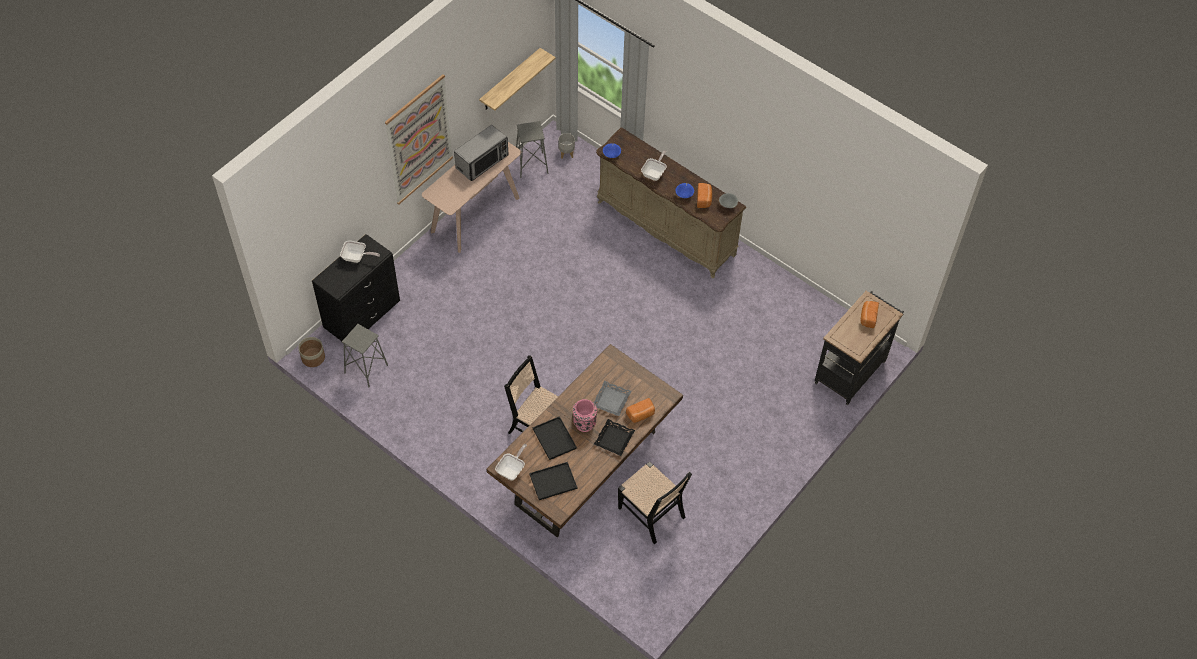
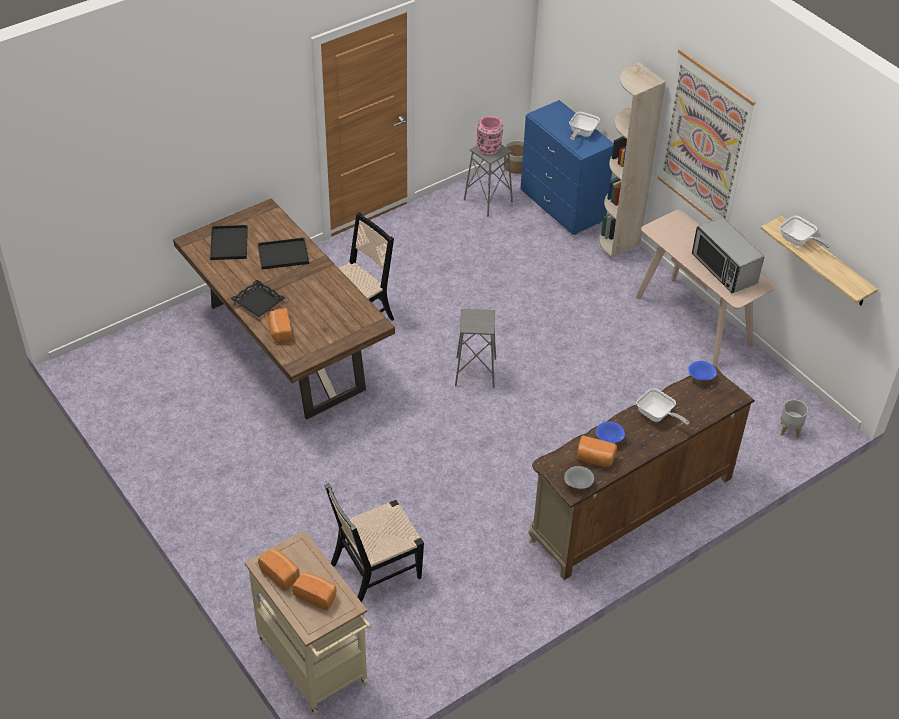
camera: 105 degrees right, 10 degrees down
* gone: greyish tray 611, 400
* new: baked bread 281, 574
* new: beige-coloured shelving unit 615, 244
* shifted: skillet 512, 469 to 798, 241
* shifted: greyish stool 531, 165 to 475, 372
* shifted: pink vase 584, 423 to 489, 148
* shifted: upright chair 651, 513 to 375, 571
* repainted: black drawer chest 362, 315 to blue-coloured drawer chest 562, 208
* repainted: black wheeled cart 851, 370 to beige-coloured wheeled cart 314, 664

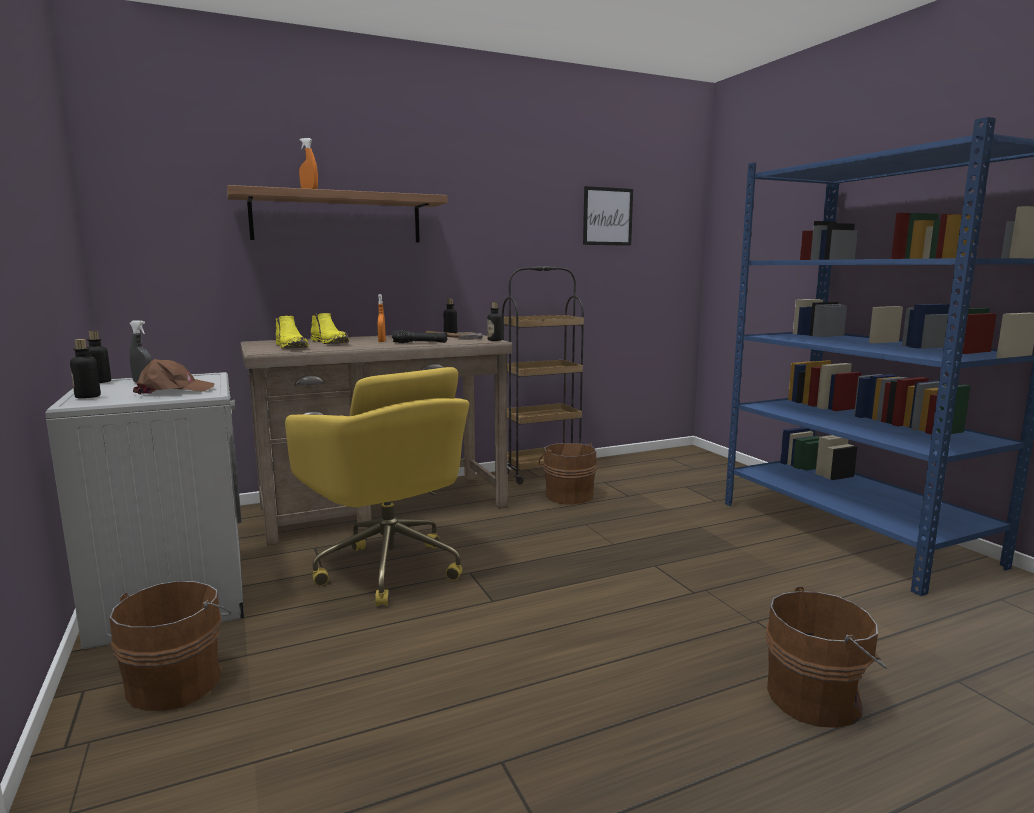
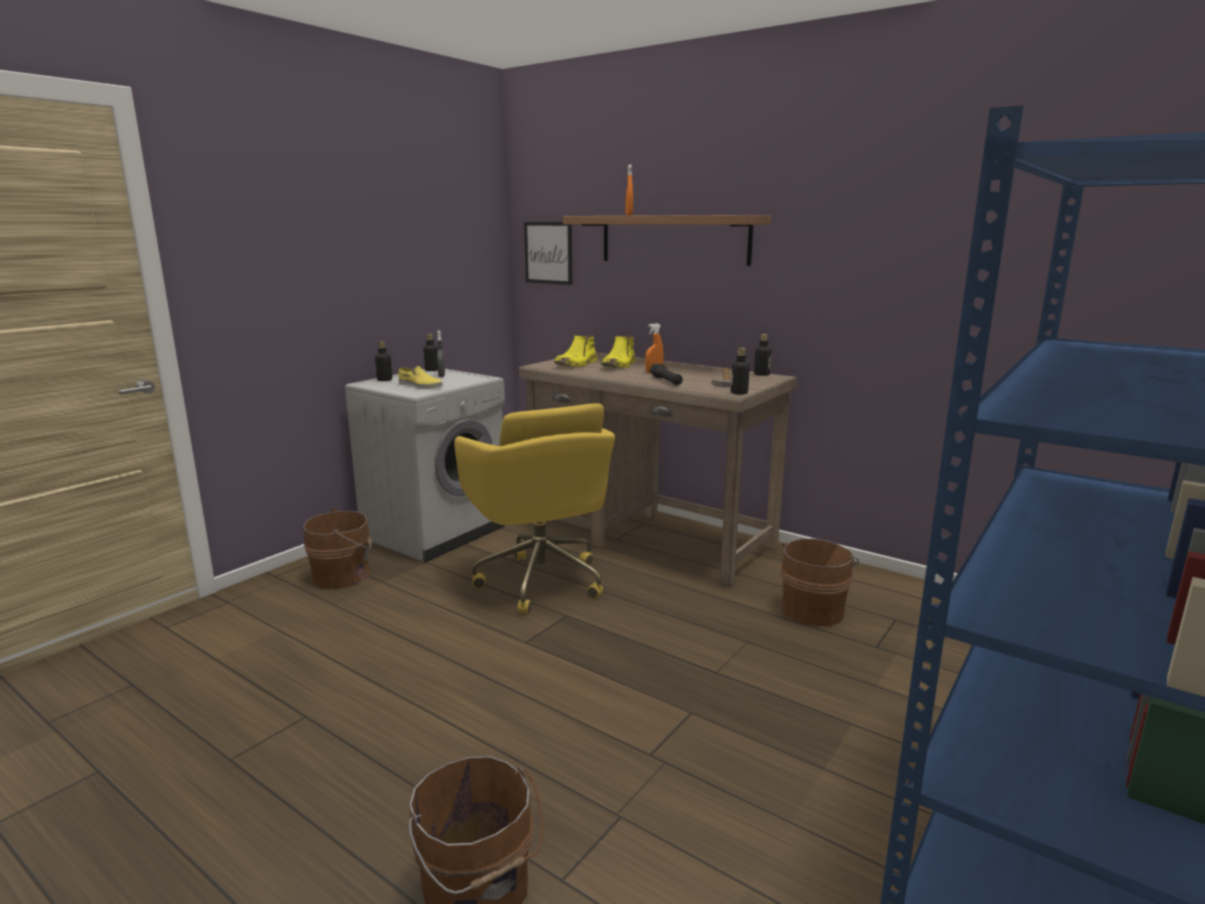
camera: 60 degrees right, 5 degrees up
* gone: brownish wheeled cart 542, 474
* shifted: wall picture 607, 216 to 548, 253
* swapped: brownish baseball cap 173, 390 to yellow item of footwear 420, 386
* rotated: yellow desk chair 386, 568 = 538, 579 45 degrees counterclockwise

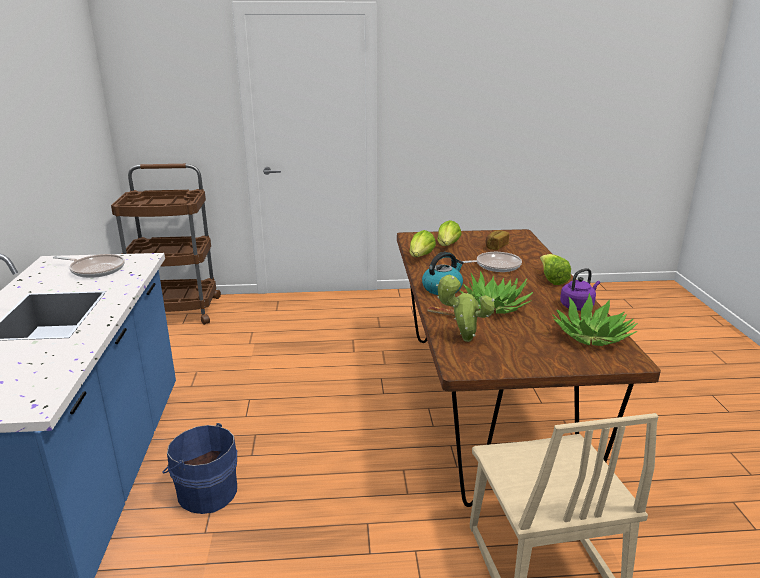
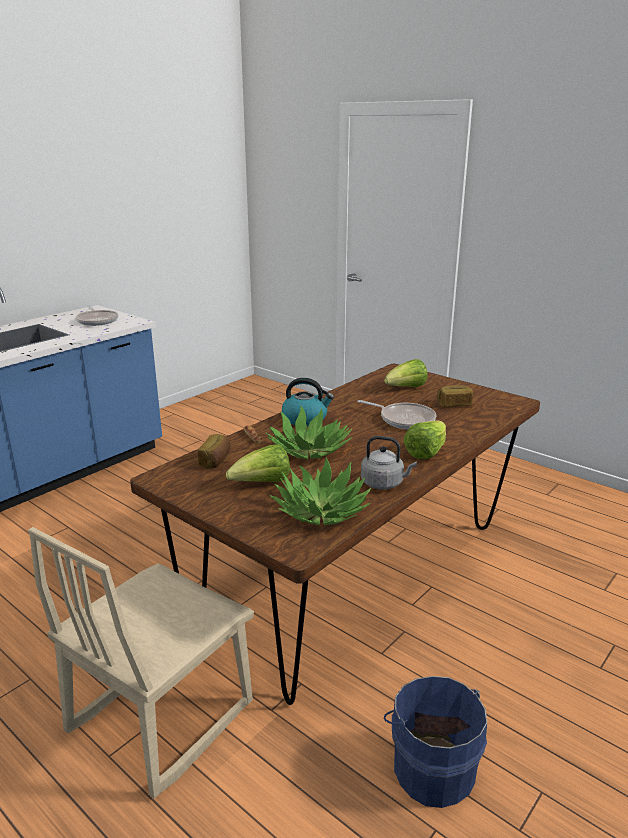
camera: 45 degrees right, 0 degrees up
* gone: brownish wheeled cart 176, 311
* shifted: blue-coloured water bucket 205, 492 to 431, 767
* shifted: lettuce 420, 257 to 262, 483
* swapped: potted plant 463, 339 to baked bread 216, 460
* repainted: purple-coloured tea kettle 578, 306 to greyish tea kettle 384, 483

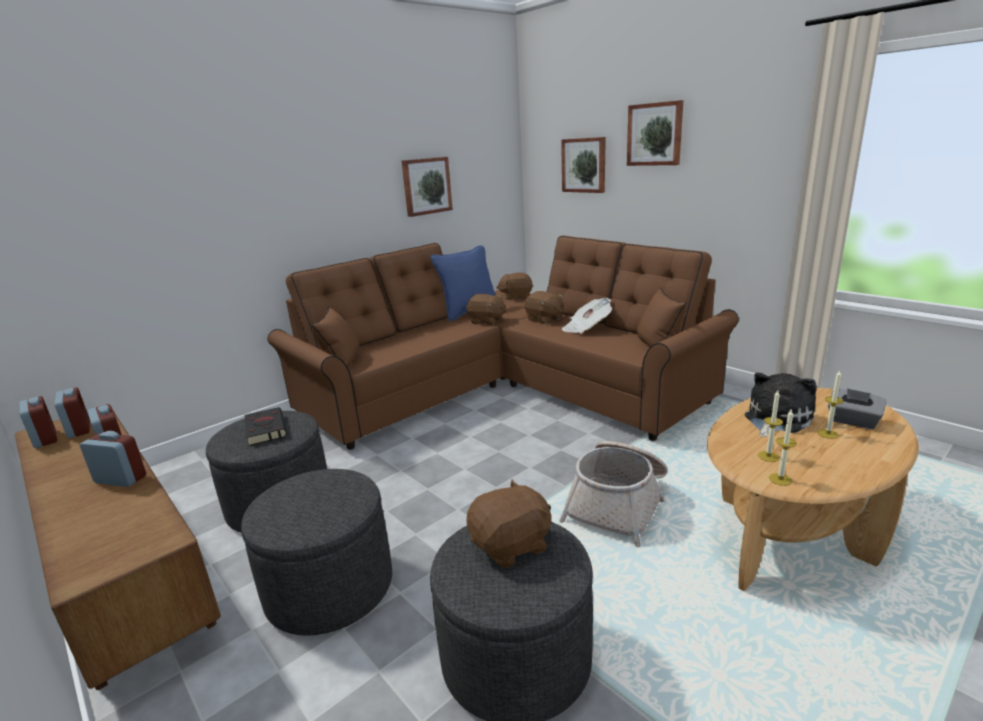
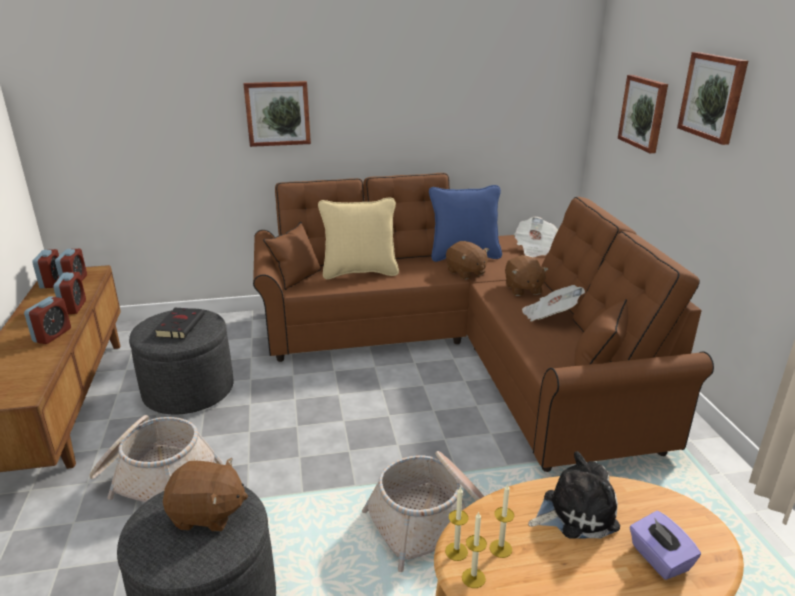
camera: 30 degrees right, 5 degrees up
* new: beige-coloured throw pillow 360, 272
* shifted: wall picture 426, 186 to 277, 113
* shifted: wax light 827, 434 to 456, 551
* swapped: greyish pouffe 330, 587 to household basket 155, 477
* swapped: brownish soft toy 516, 297 to newspaper 534, 249
* repainted: greyish box of tissues 853, 421 to purple-coloured box of tissues 658, 558
* rotated: table clock 120, 479 = 52, 335 60 degrees clockwise

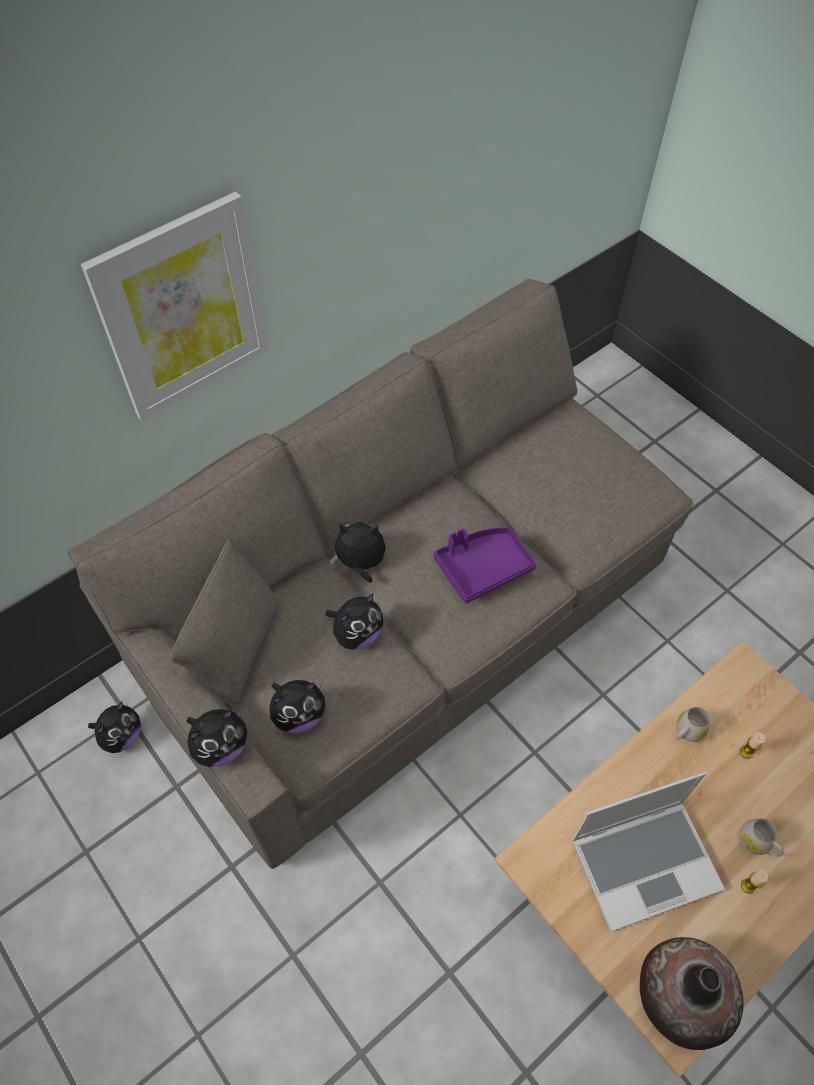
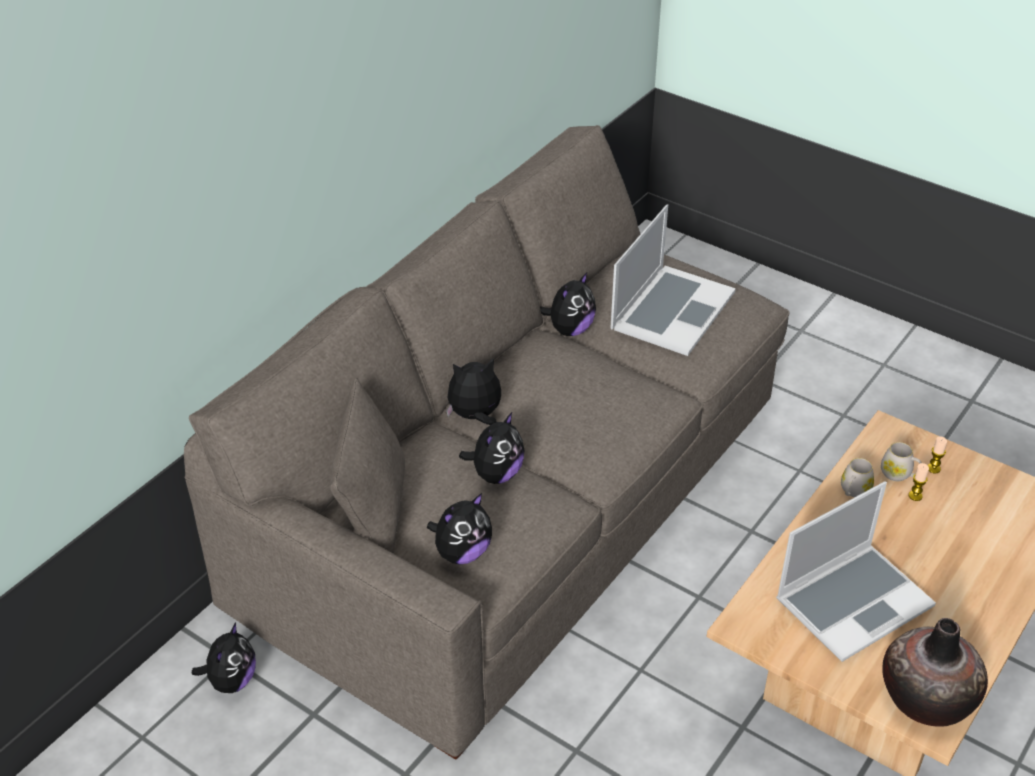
camera: 15 degrees left, 15 degrees down
* gone: wall picture 183, 309
* gone: purple-coloured tray 482, 567
* new: notebook computer 672, 309
* shifted: soft toy 221, 746 to 569, 329
* shifted: white mug 757, 843 to 899, 474
* shifted: wax light 748, 886 to 933, 468

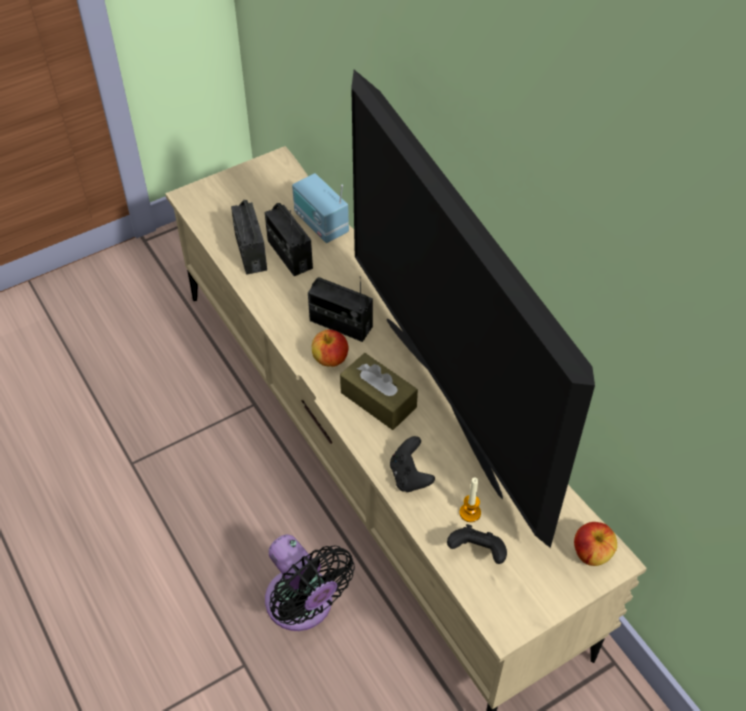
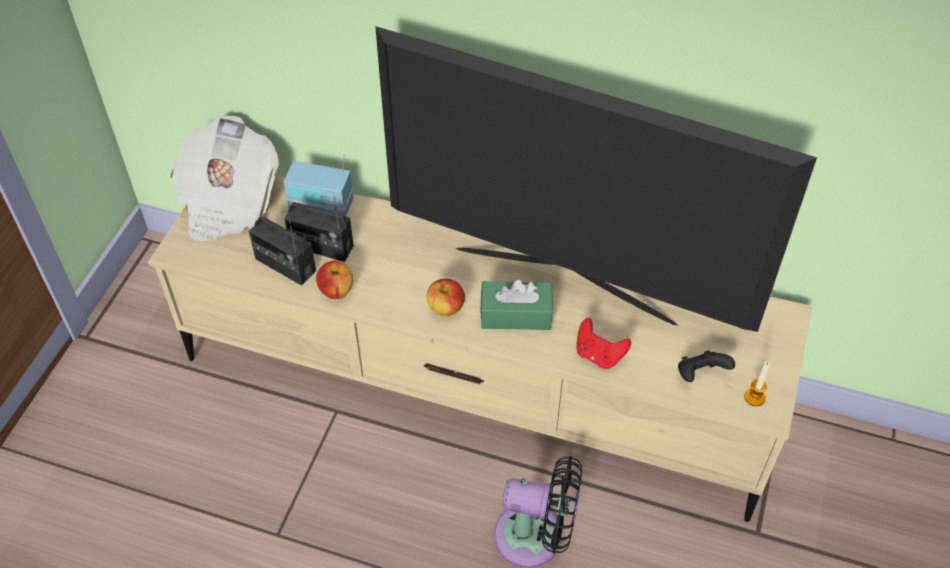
camera: 40 degrees left, 0 degrees up
* gone: radio set 341, 324
* new: newspaper 227, 201
* shifted: wax light 470, 513 to 754, 397
* shifted: apple fruit 591, 553 to 336, 291
* repainted: brownish box of tissues 378, 400 to green box of tissues 516, 314
* repainted: black game controller 410, 476 to reddish game controller 598, 355

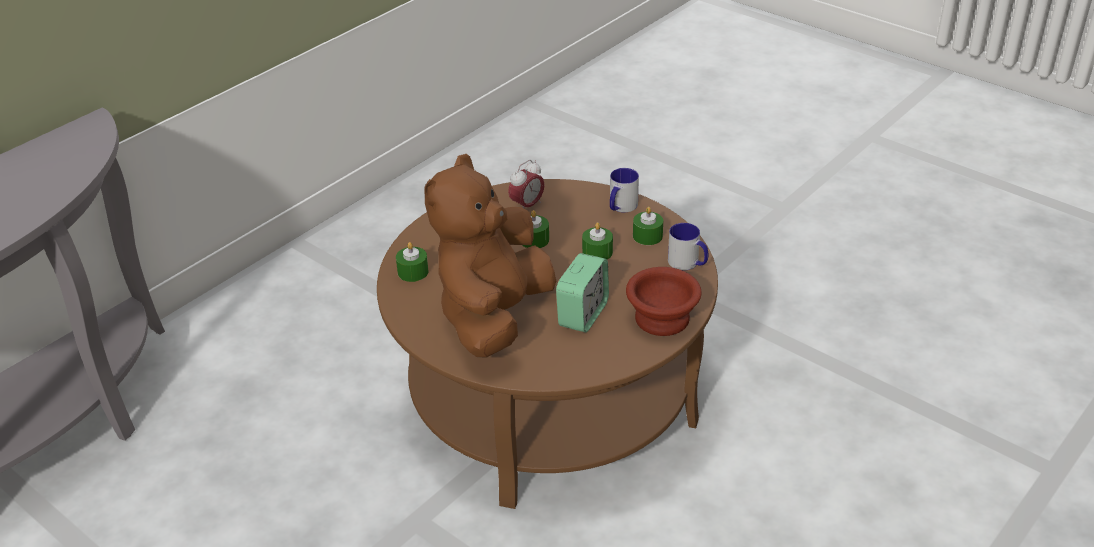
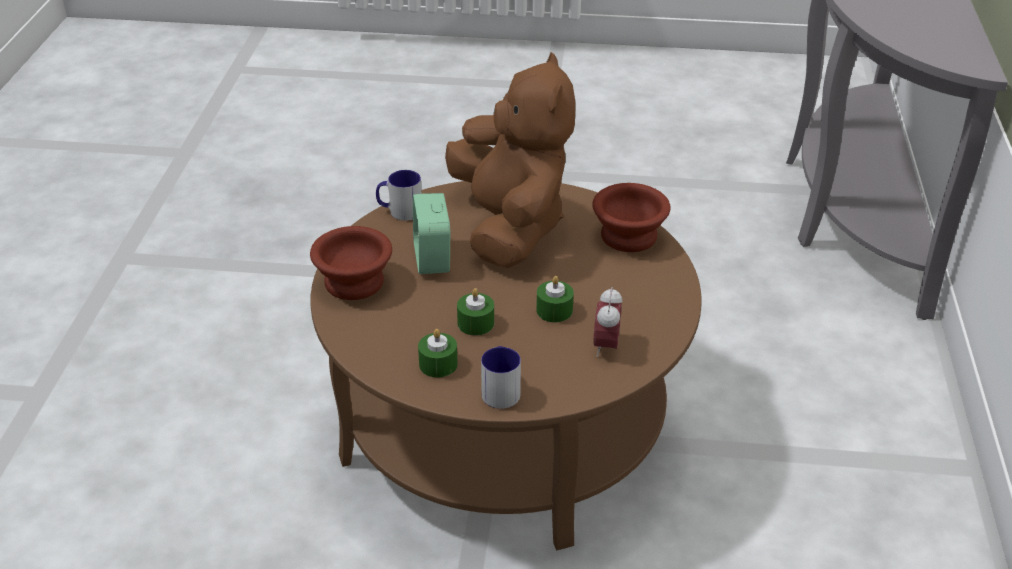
camera: 145 degrees right, 0 degrees up
* shifted: mug 688, 263 to 399, 211
* swapped: green wax light 413, 272 to brownish deep dish 629, 235

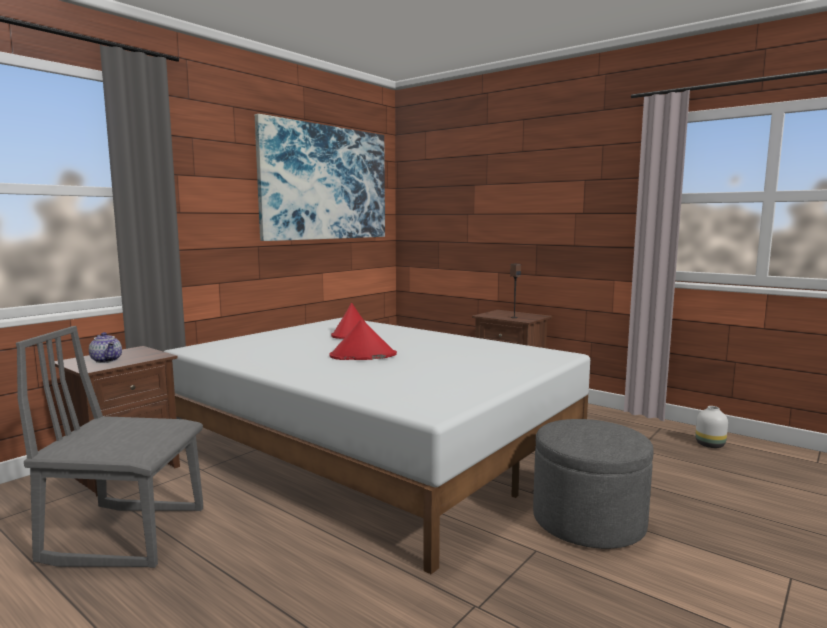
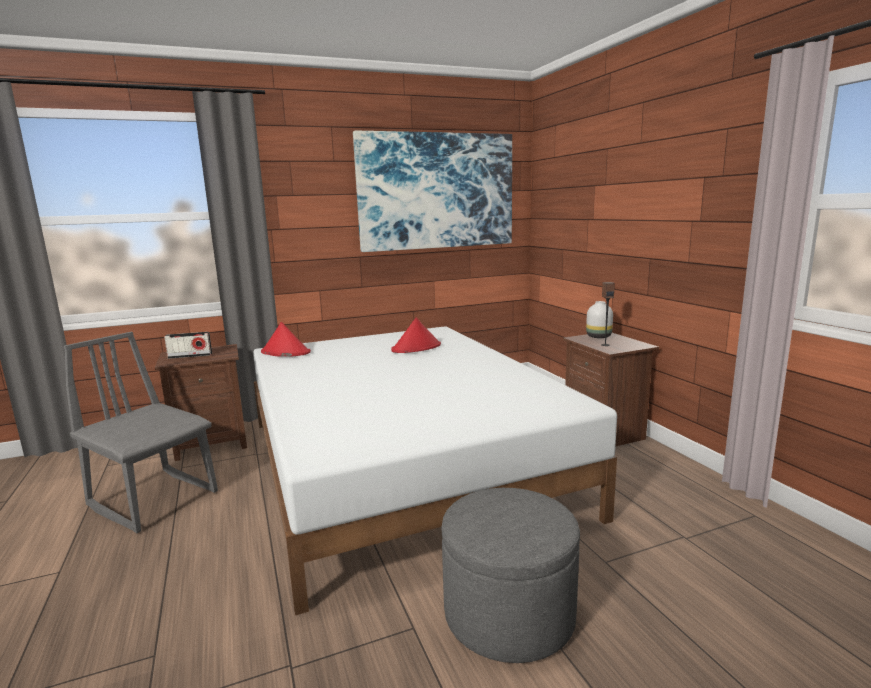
camera: 30 degrees right, 5 degrees up
* shifted: reddish hat 362, 356 to 285, 352
* shifted: white vase 710, 445 to 599, 337
* swapped: tea pot 107, 360 to radio set 190, 356

